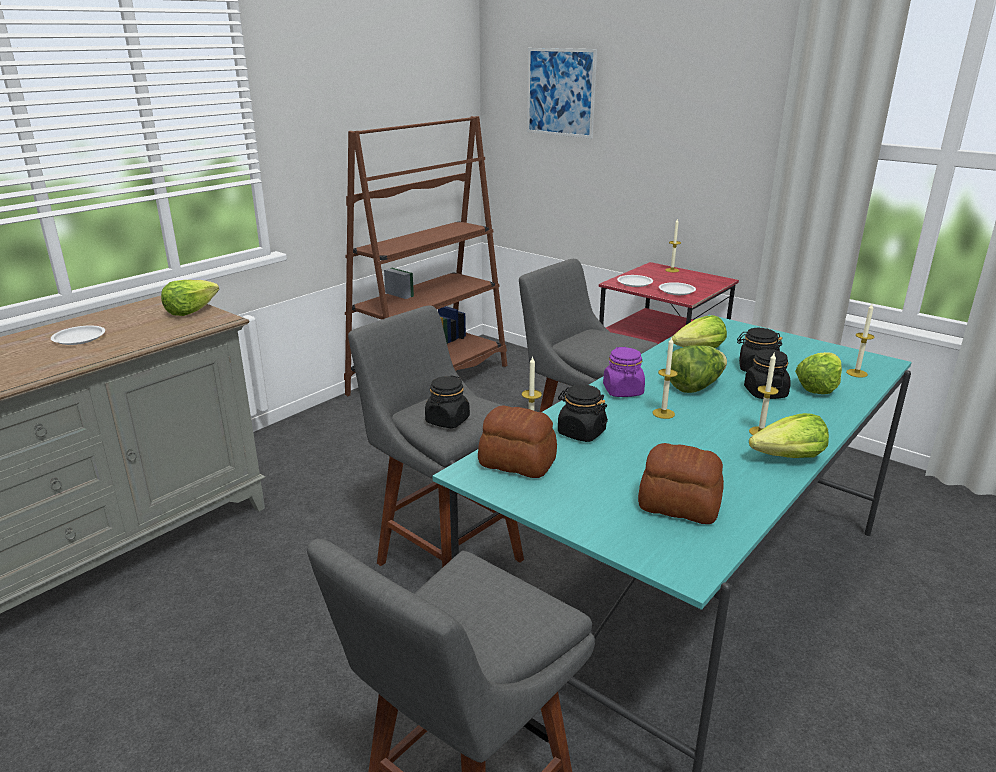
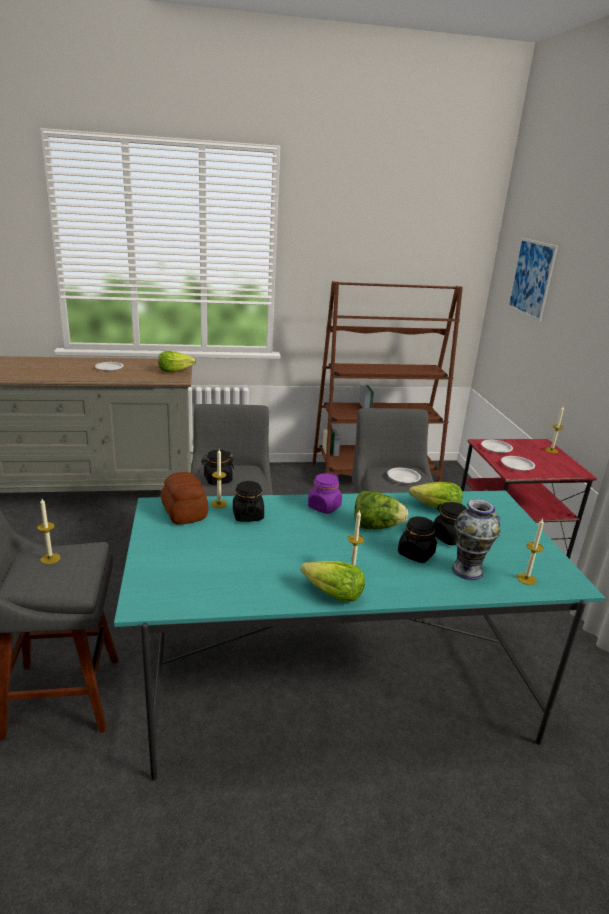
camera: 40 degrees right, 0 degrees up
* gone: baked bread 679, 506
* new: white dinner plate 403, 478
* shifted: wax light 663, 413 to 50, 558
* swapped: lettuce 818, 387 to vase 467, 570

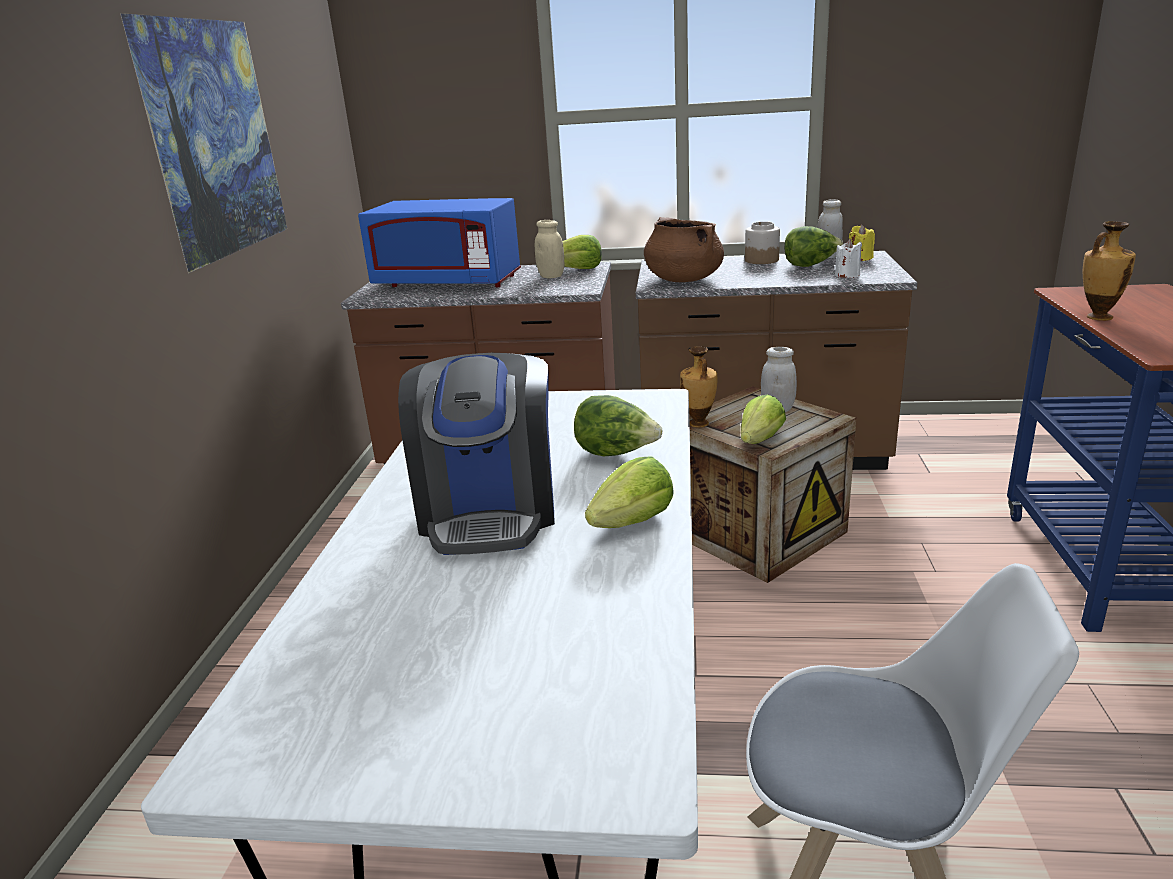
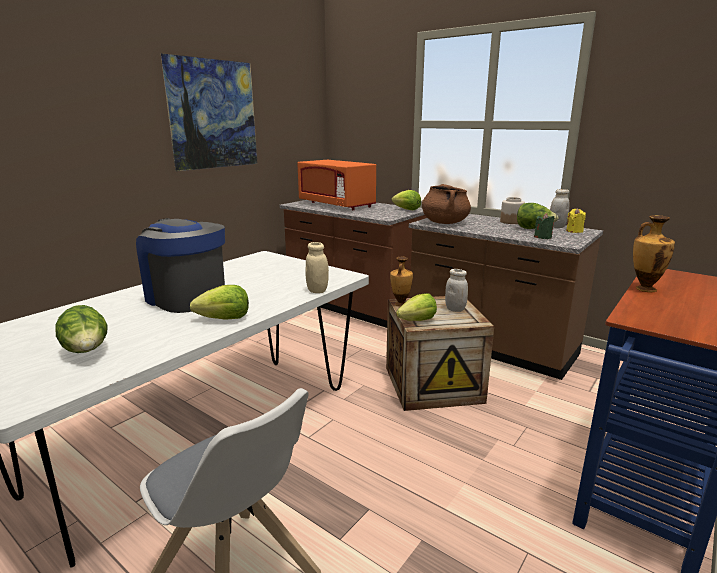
camera: 30 degrees right, 5 degrees down
* shifted: beige-coloured storage jar 551, 276 to 317, 290
* shifted: lettuce 616, 454 to 87, 352
* repainted: blue-coloured microwave oven 448, 283 to orange microwave oven 337, 205
* repainted: white wax light 847, 275 to green wax light 542, 237
* rotated: coffee brewer 489, 511 = 186, 297 105 degrees clockwise

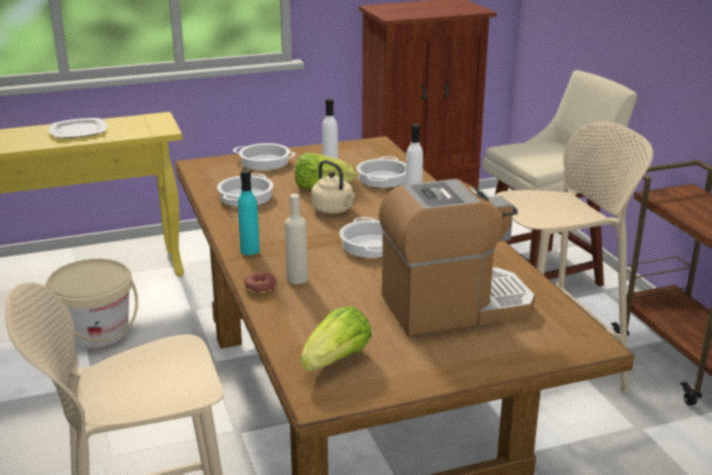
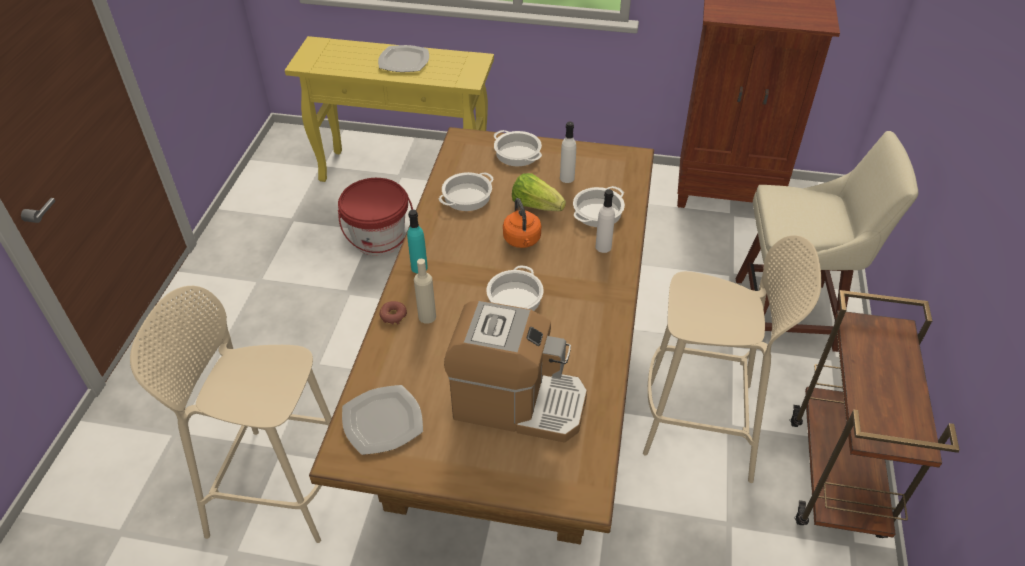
camera: 30 degrees right, 20 degrees up
* swapped: lettuce 337, 360 to dinner plate 383, 421
* repainted: beige-coloured water bucket 97, 332 to reddish water bucket 379, 238
* repainted: beige-coloured tea kettle 334, 210 to orange tea kettle 522, 240

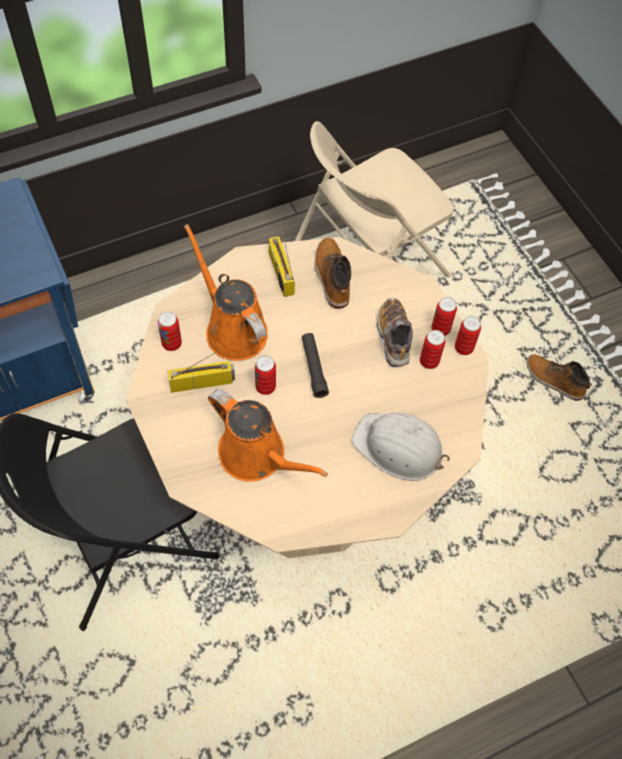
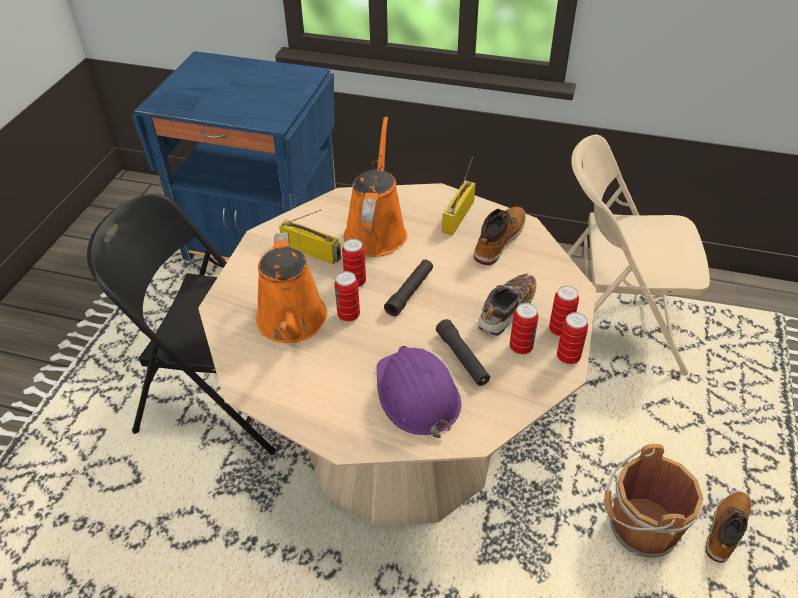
camera: 45 degrees right, 15 degrees down
* new: black torch 462, 358
* new: brownish water bucket 640, 528
* shifted: sealed can 171, 344 to 348, 315
* repainted: white safety helmet 399, 448 to purple-coloured safety helmet 416, 395
* rotated: high-top boot 554, 380 = 725, 529 45 degrees clockwise

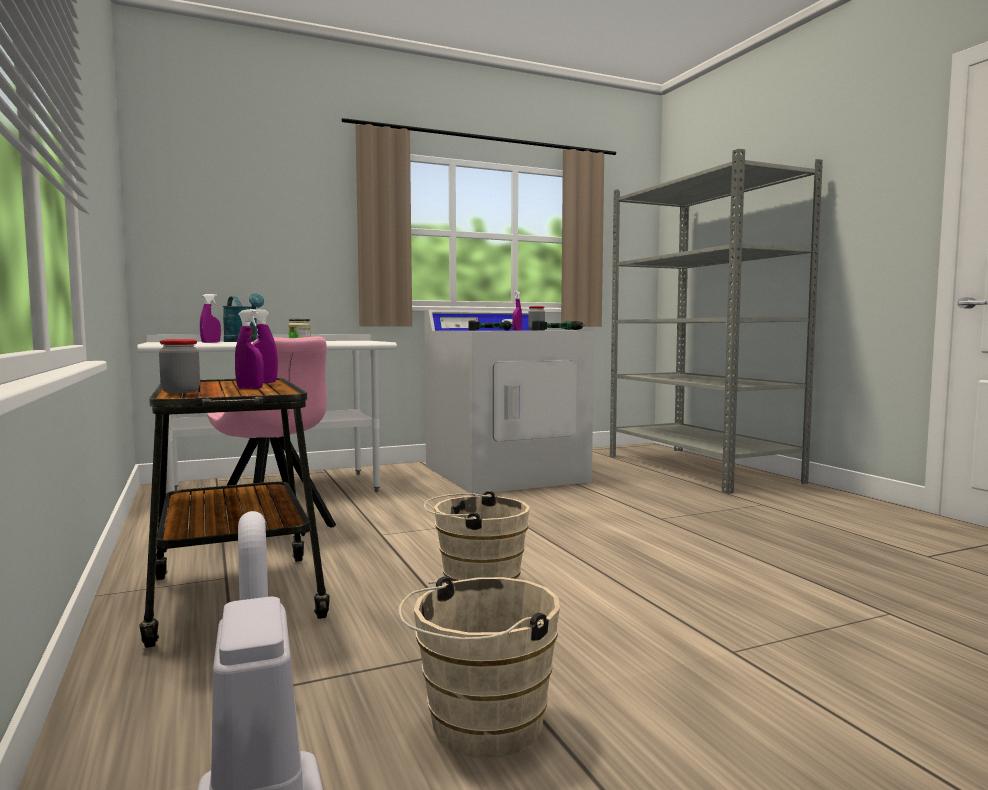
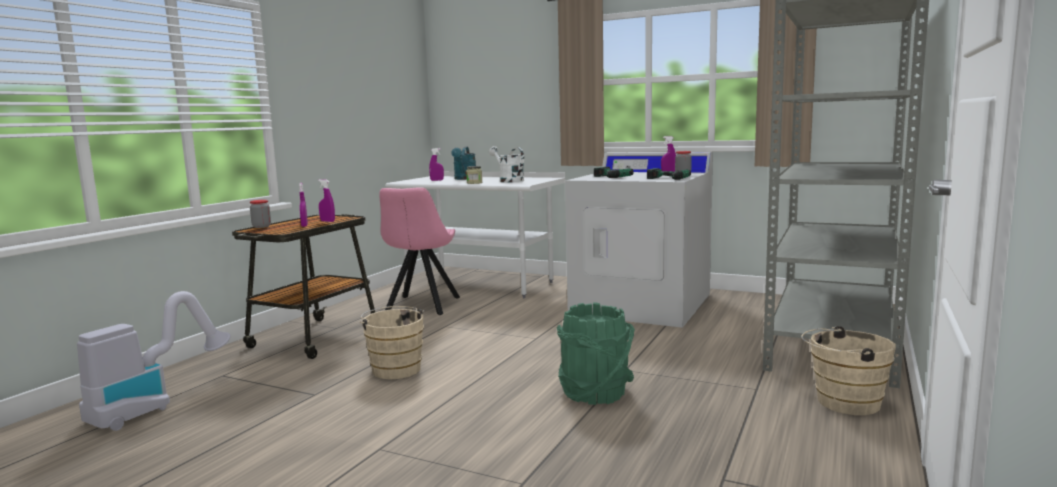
camera: 50 degrees right, 5 degrees up
* new: white sprinkling can 508, 181
* new: green water bucket 595, 393
* shifted: beige-coloured water bucket 479, 727 to 842, 402

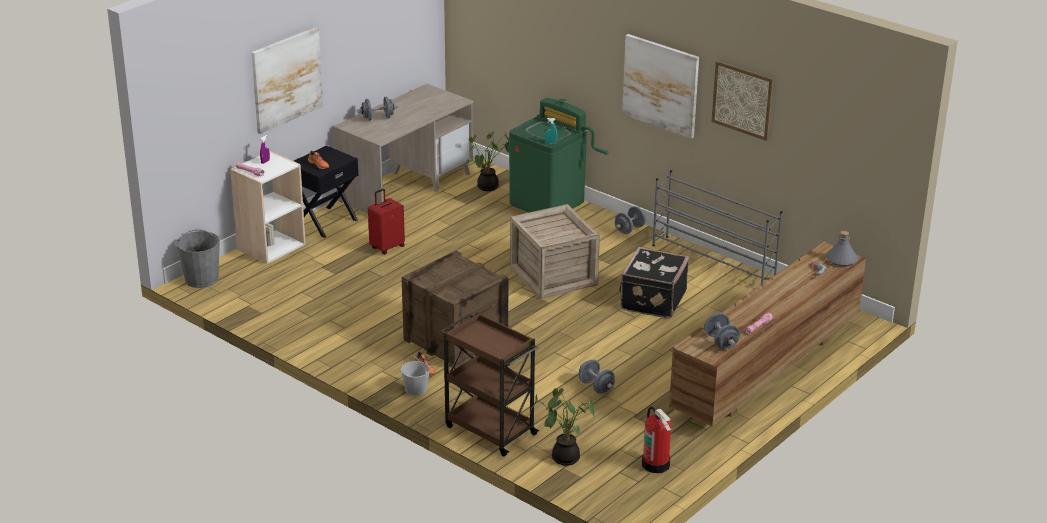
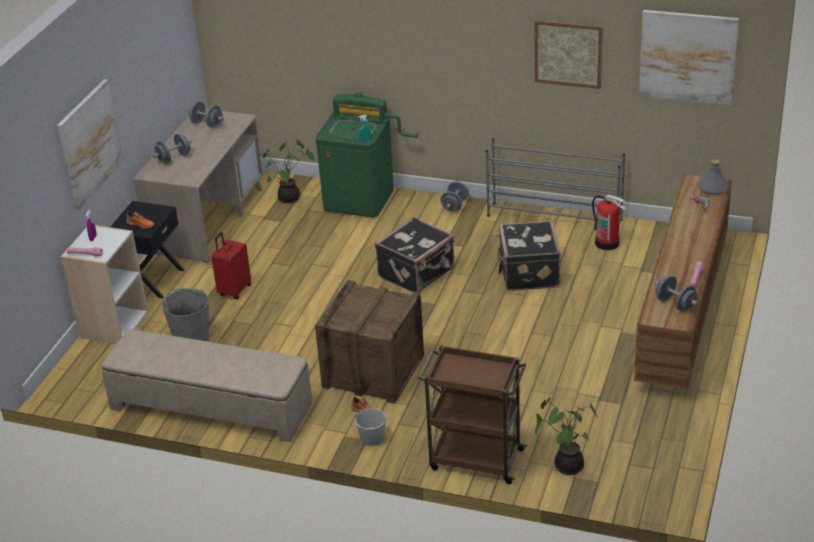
camera: 20 degrees left, 5 degrees up
* new: beige-coloured indoor bench 209, 406
* shifted: greyish water bucket 201, 279 to 191, 339
* shifted: greyish dumbbell 596, 387 to 207, 124
* shifted: wall picture 661, 85 to 688, 57
* shifted: fire-fighting cylinder 656, 464 to 607, 243
* swapped: shipping crate 553, 274 to black travel case 417, 273

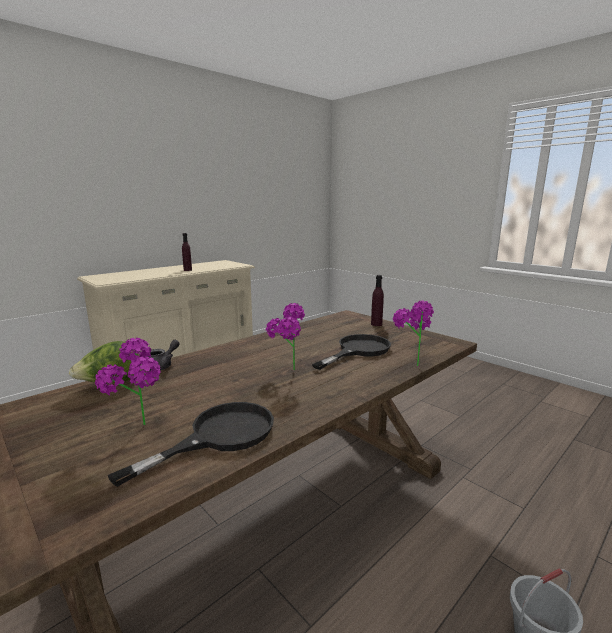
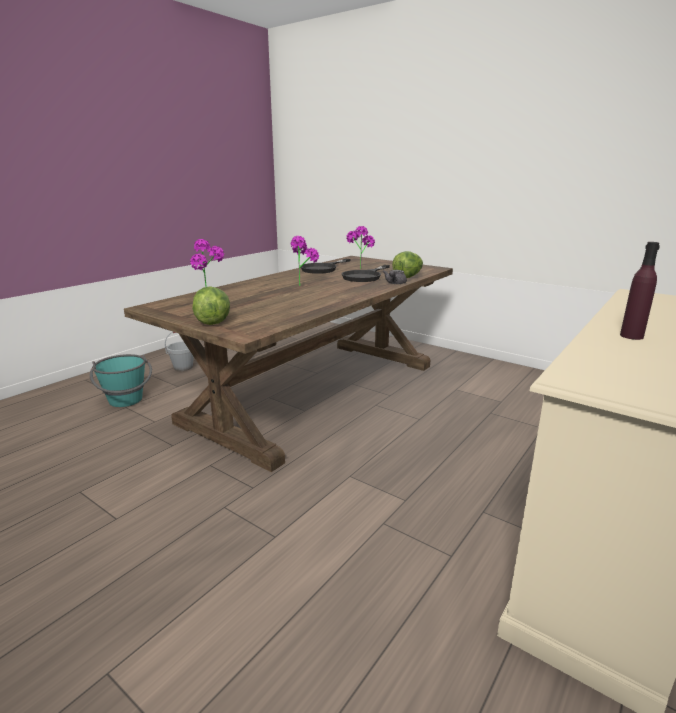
camera: 170 degrees right, 5 degrees up
* new: turquoise water bucket 126, 402
* shifted: black skillet 358, 350 to 365, 276
* swapped: purple-coloured bottle 376, 324 to lettuce 213, 321

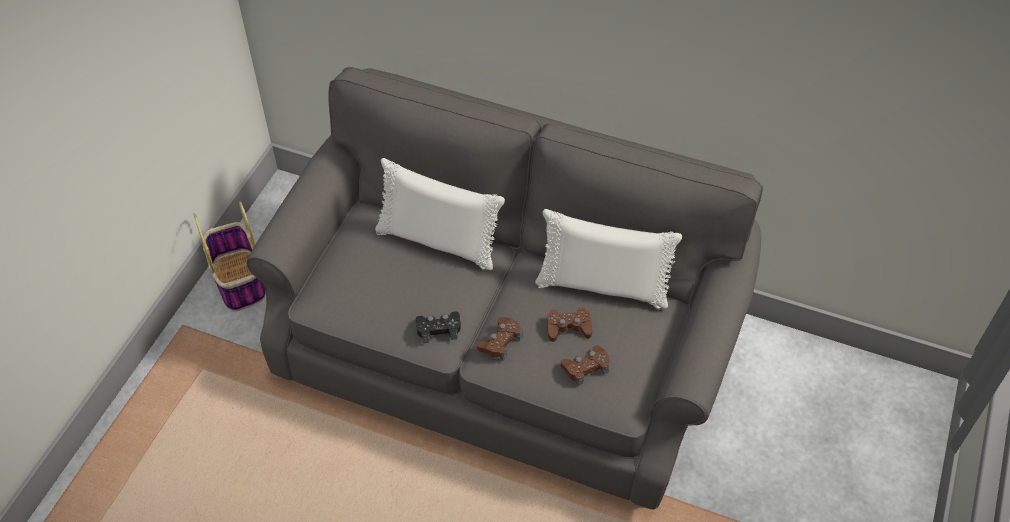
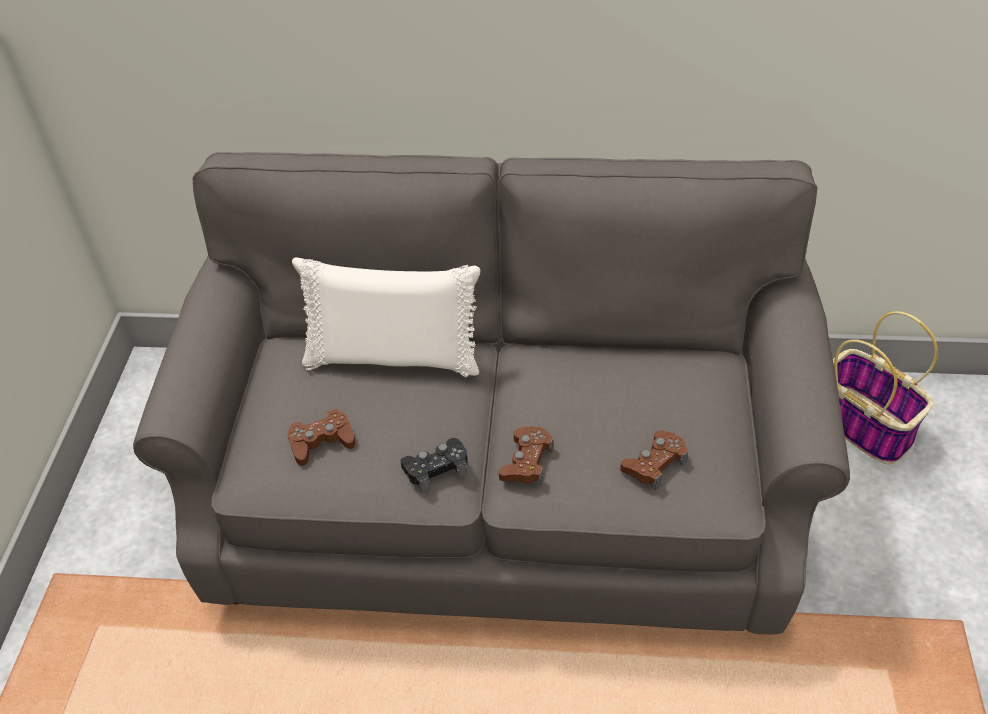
camera: 15 degrees left, 5 degrees down
* gone: white throw pillow 603, 285
* shifted: household basket 240, 281 to 864, 426
* shifted: brownish game controller 568, 327 to 322, 442

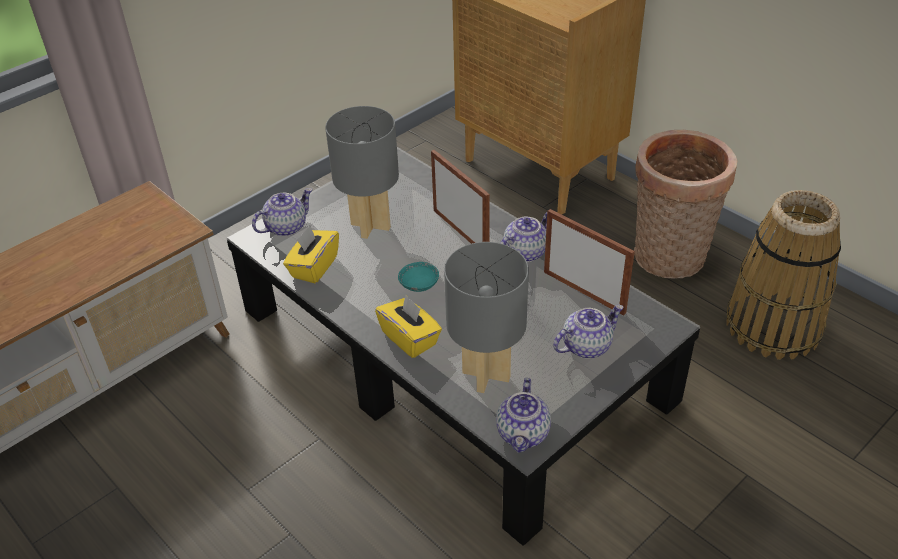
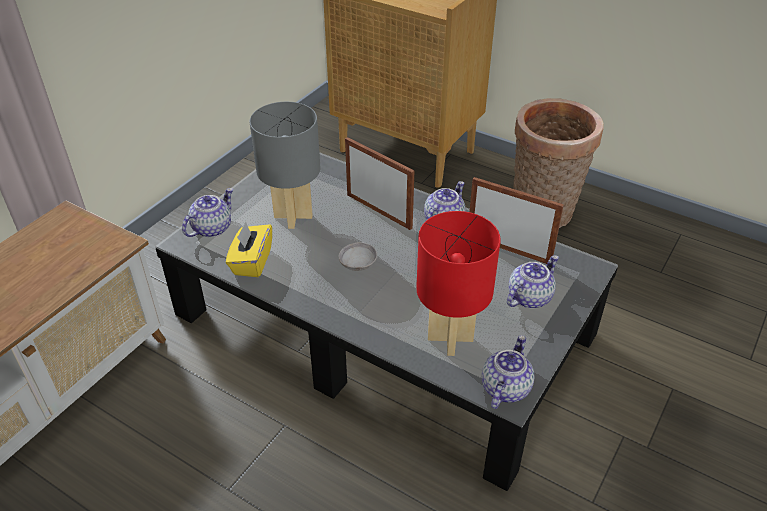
camera: 15 degrees left, 0 degrees up
* gone: yellow box of tissues 410, 338
* gone: household basket 773, 326
* repainted: turquoise deep dish 419, 285 to greyish deep dish 358, 265
* repainted: greyish lamp for a table 485, 375 to reddish lamp for a table 449, 338
* rotated: tea pot 523, 434 = 505, 388 150 degrees counterclockwise

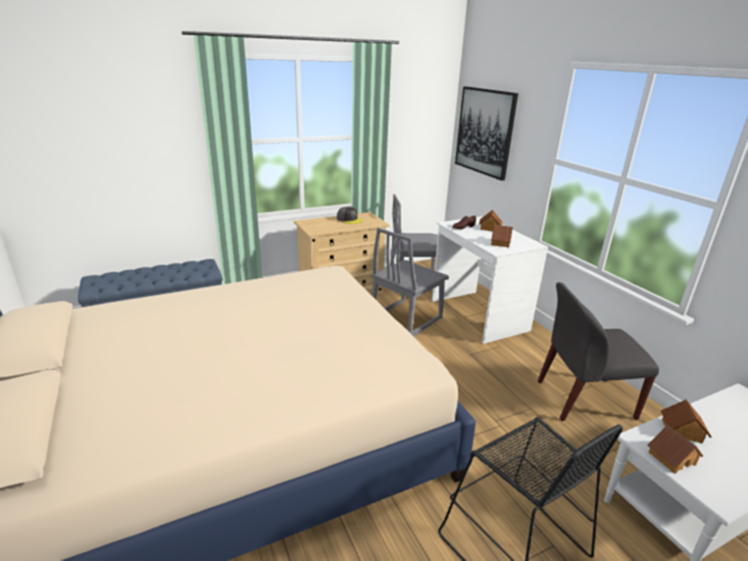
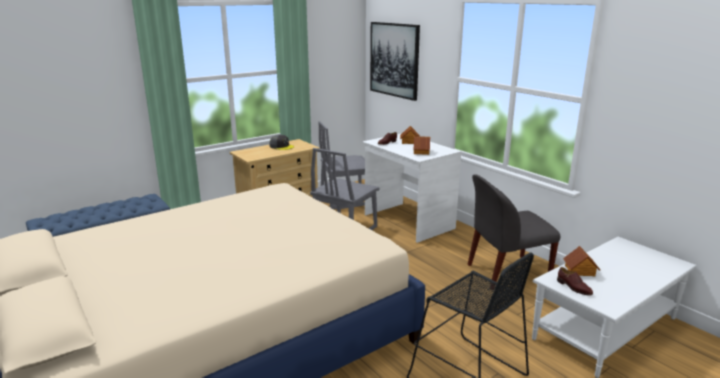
camera: 10 degrees left, 5 degrees down
* swapped: toy house 671, 457 to brownish item of footwear 574, 288

